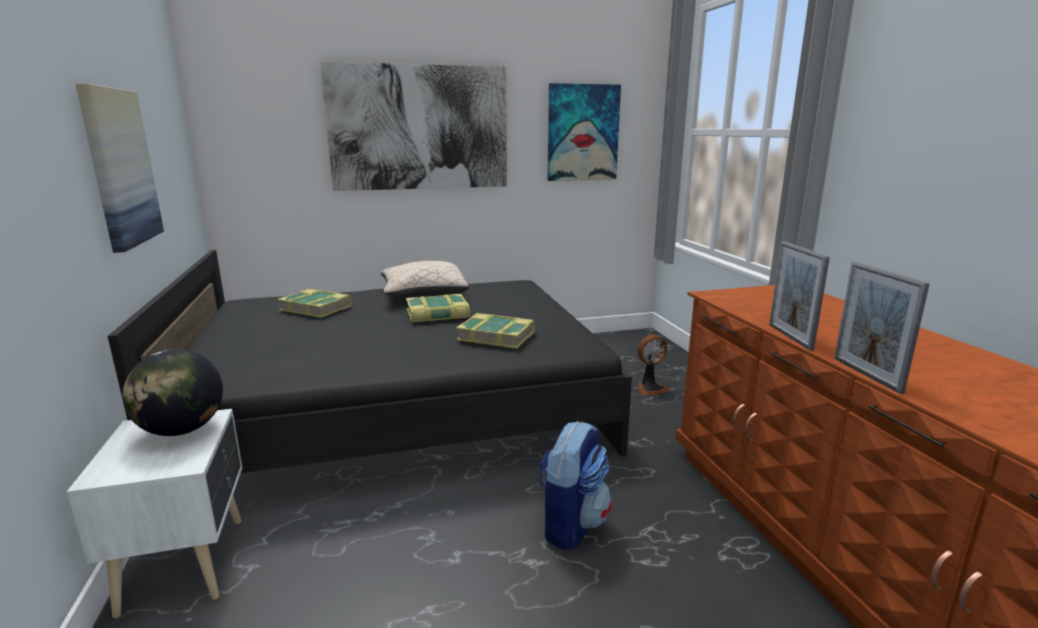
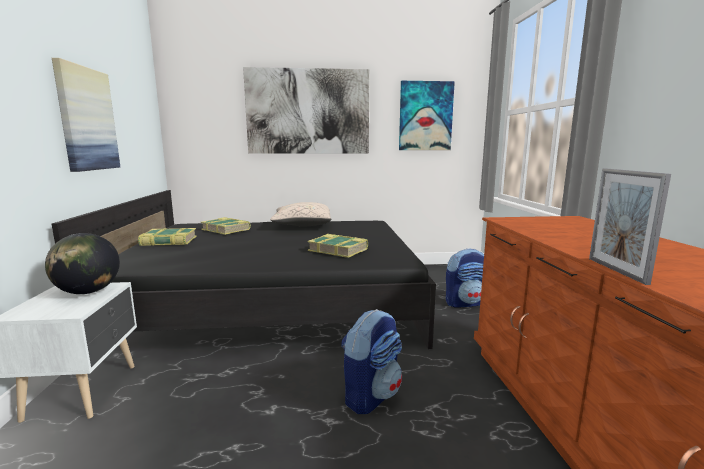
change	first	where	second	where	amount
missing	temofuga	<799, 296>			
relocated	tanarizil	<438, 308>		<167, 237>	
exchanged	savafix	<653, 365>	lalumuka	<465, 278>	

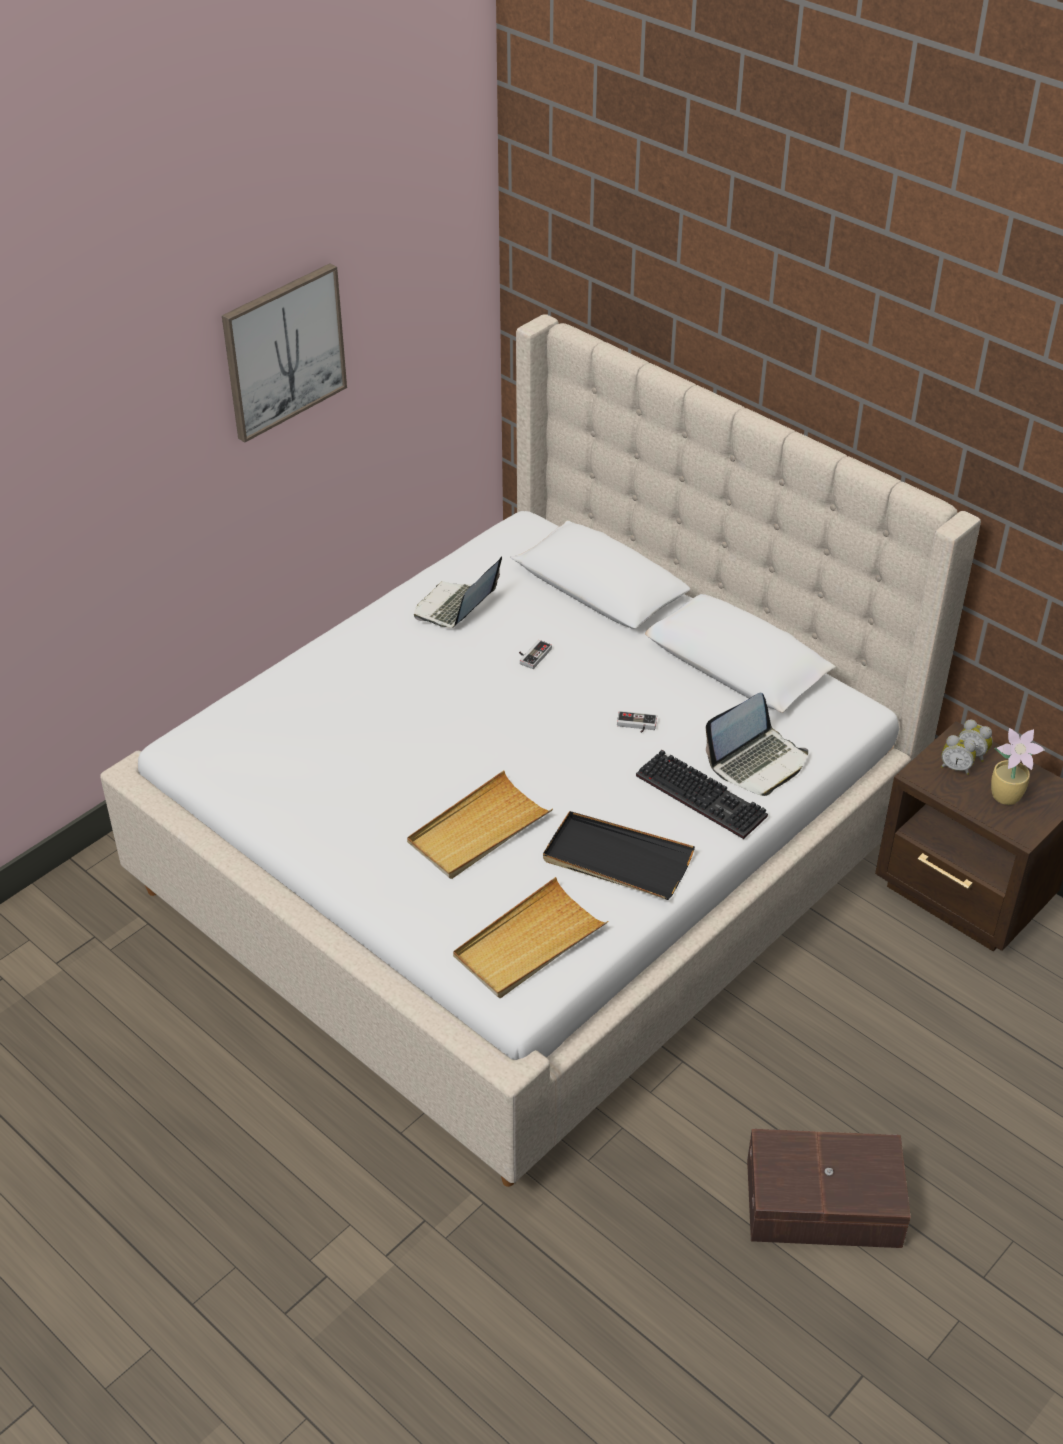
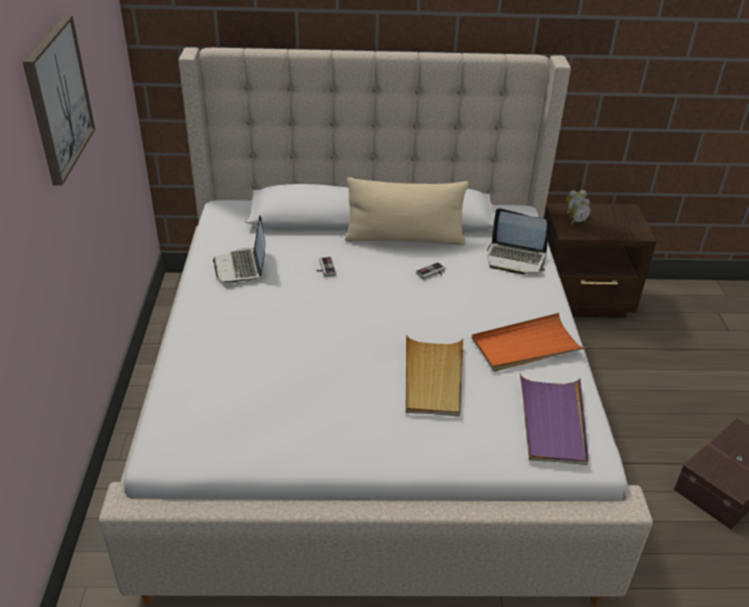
change	first	where	second	where	amount
missing	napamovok	<702, 794>			
missing	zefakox	<1017, 766>			
appeared			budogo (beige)	<407, 211>	
colour	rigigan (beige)	<530, 937>	rigigan (purple)	<554, 419>	
colour	rigigan (black)	<619, 855>	rigigan (orange)	<529, 342>	
spun	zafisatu	<757, 744>		<517, 241>	105 degrees clockwise

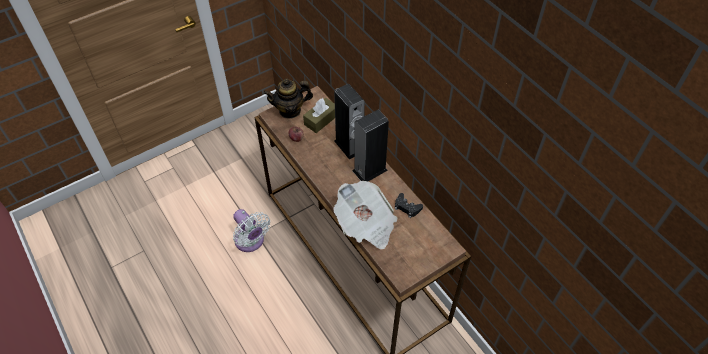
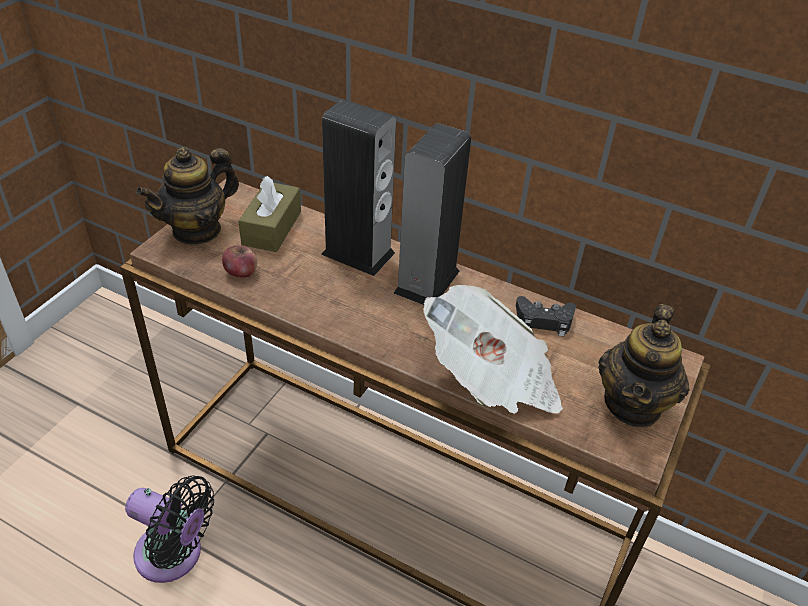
change	first	where	second	where	amount
appeared			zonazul	<643, 366>	
colour	savafix (white)	<251, 230>	savafix (black)	<169, 529>	

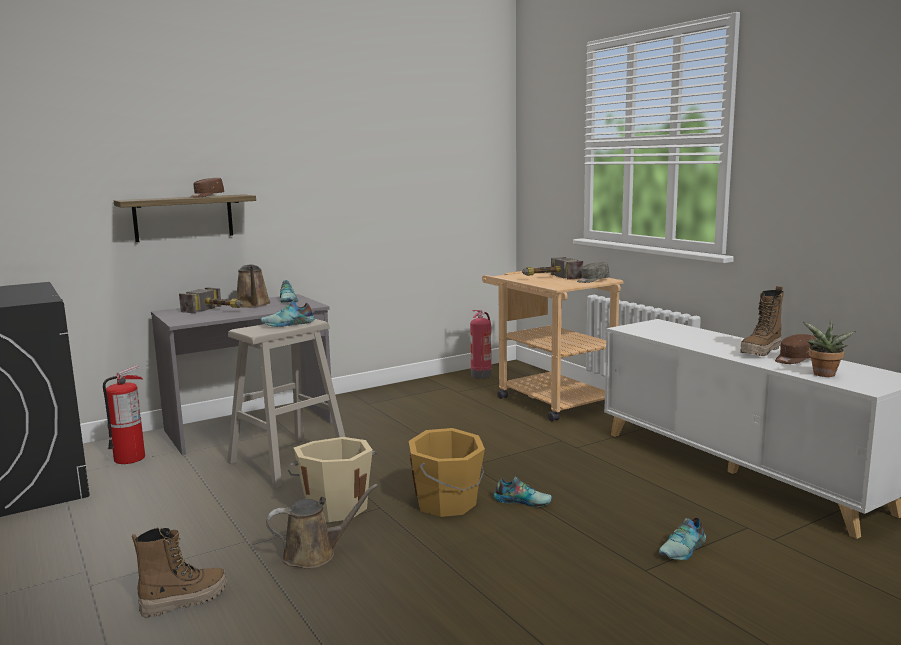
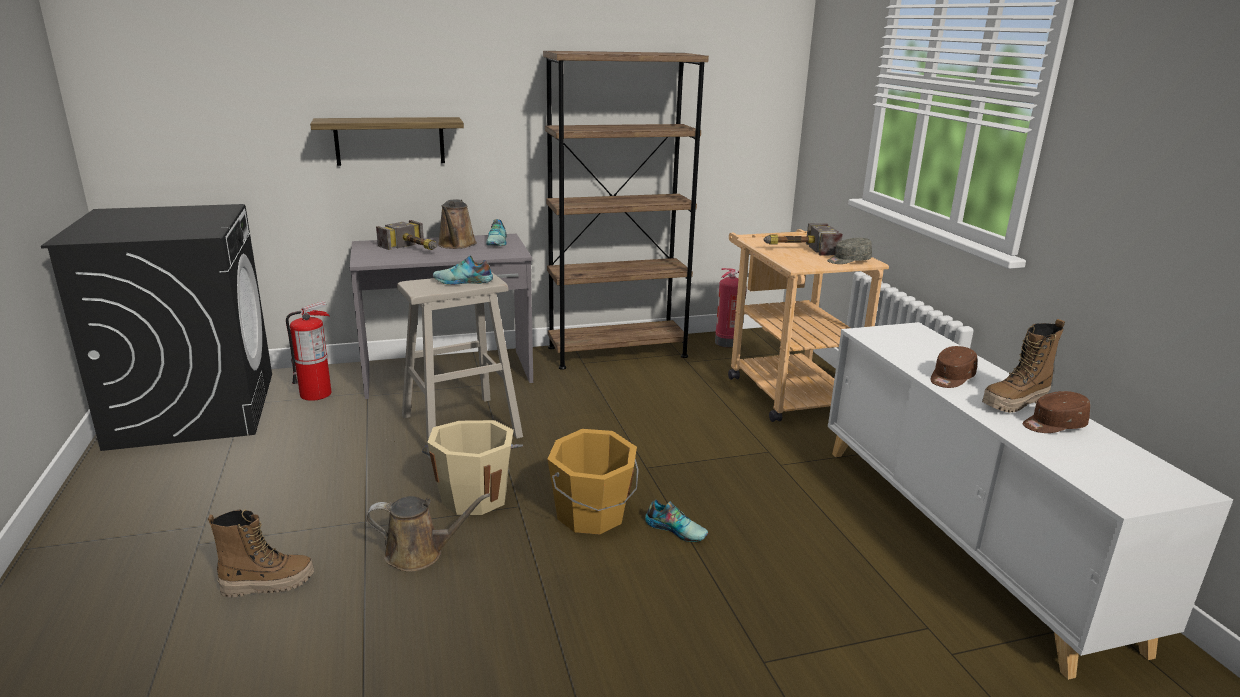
change	first	where	second	where	amount
missing	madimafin	<682, 539>			
missing	zefakox	<829, 348>			
appeared			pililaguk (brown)	<626, 210>	
relocated	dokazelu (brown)	<207, 187>		<954, 367>	

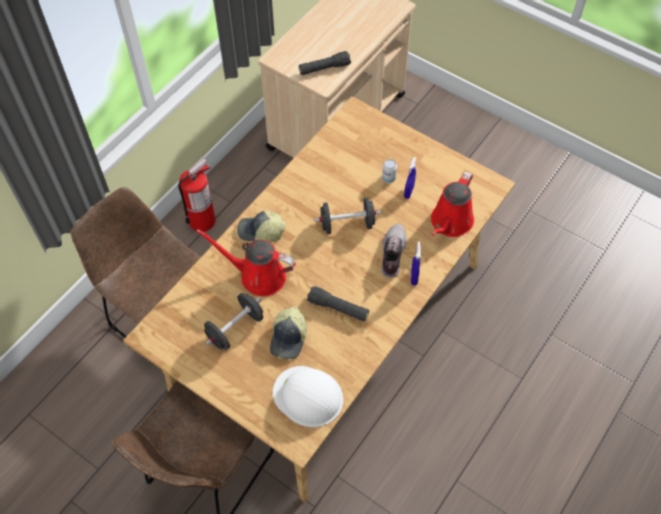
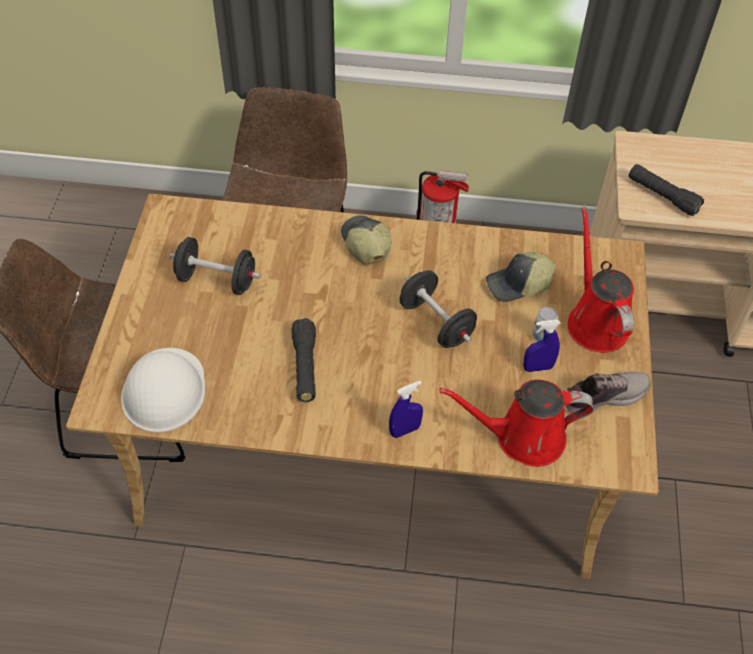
change	first	where	second	where	amount
relocated	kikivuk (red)	<246, 262>		<601, 280>	
relocated	dokazelu	<288, 333>		<521, 277>	
relocated	madimafin	<394, 251>		<608, 392>	

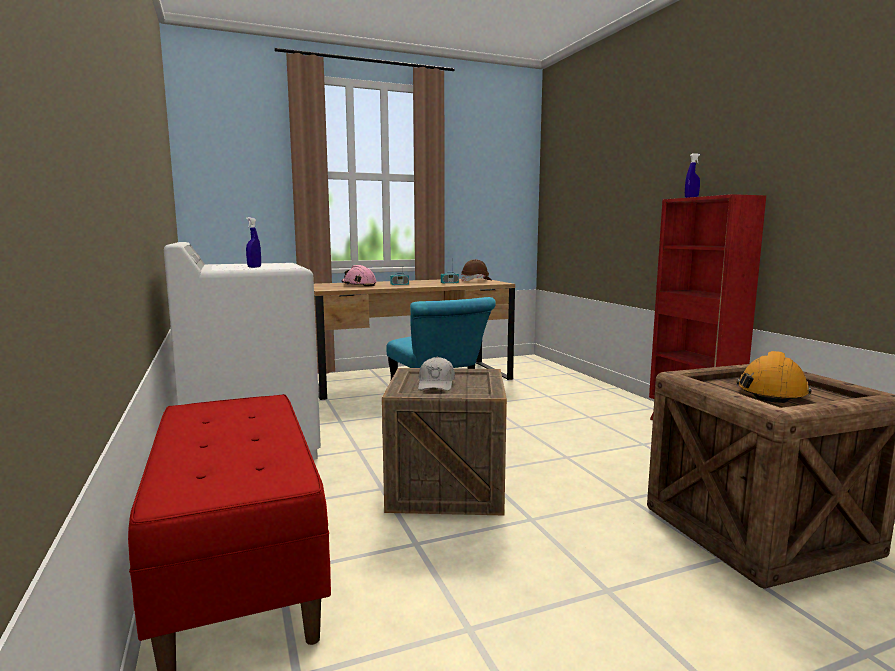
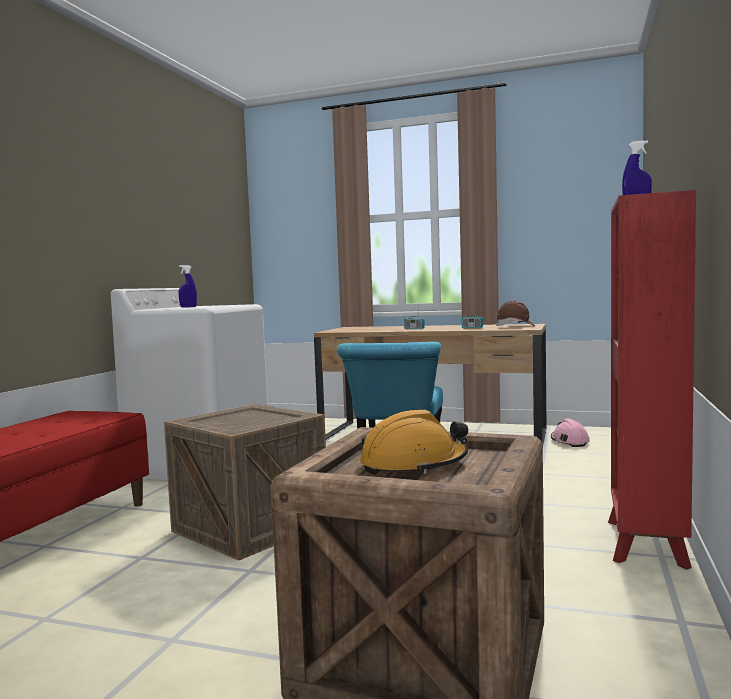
change	first	where	second	where	amount
missing	dokazelu (white)	<436, 374>			
relocated	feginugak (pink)	<359, 276>		<570, 432>	

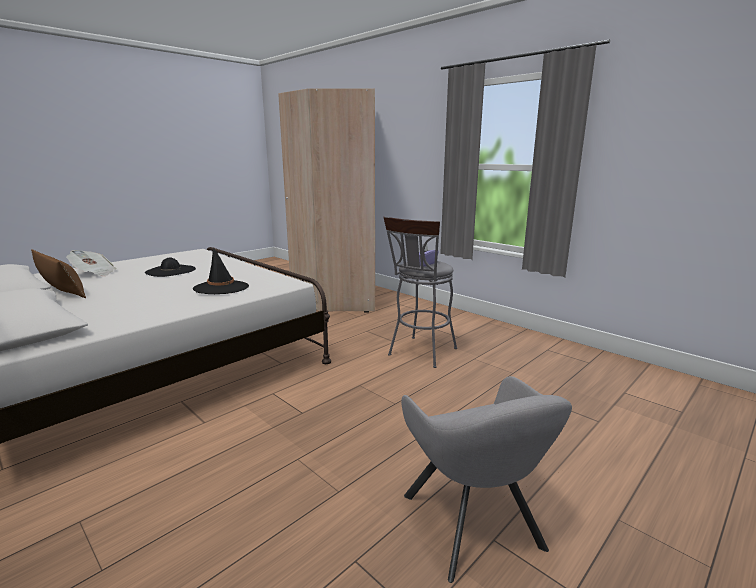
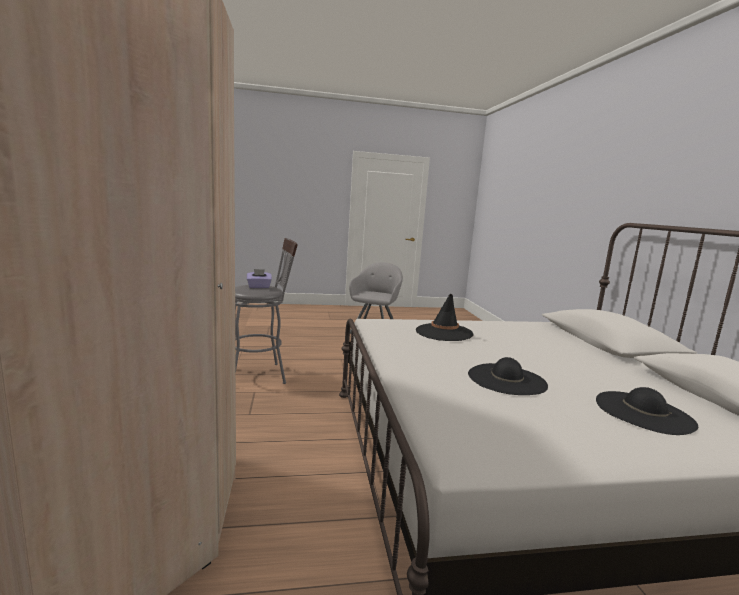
change	first	where	second	where	amount
missing	budogo (brown)	<58, 273>			
exchanged	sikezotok	<91, 263>	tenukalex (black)	<647, 411>	

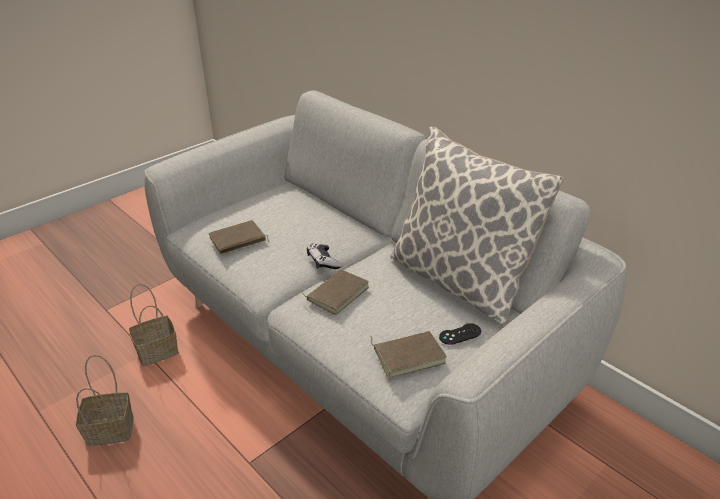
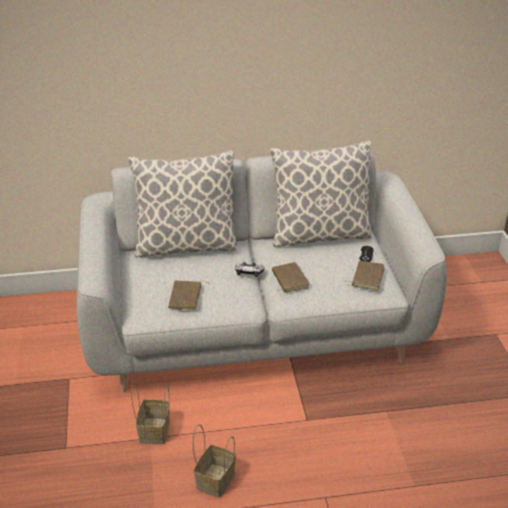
change	first	where	second	where	amount
appeared			budogo	<182, 203>	

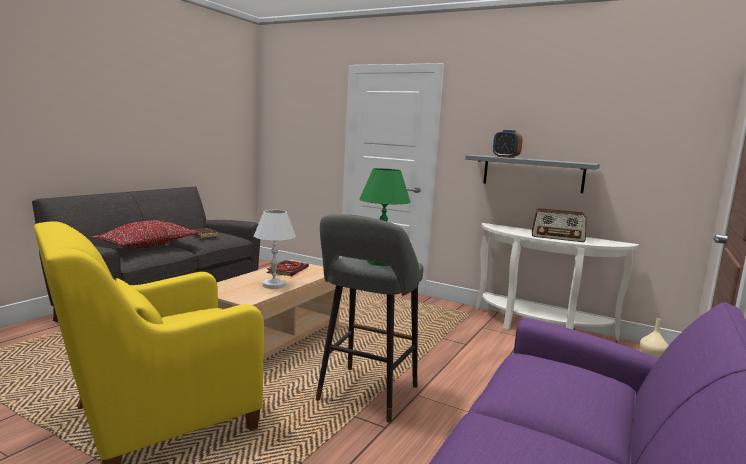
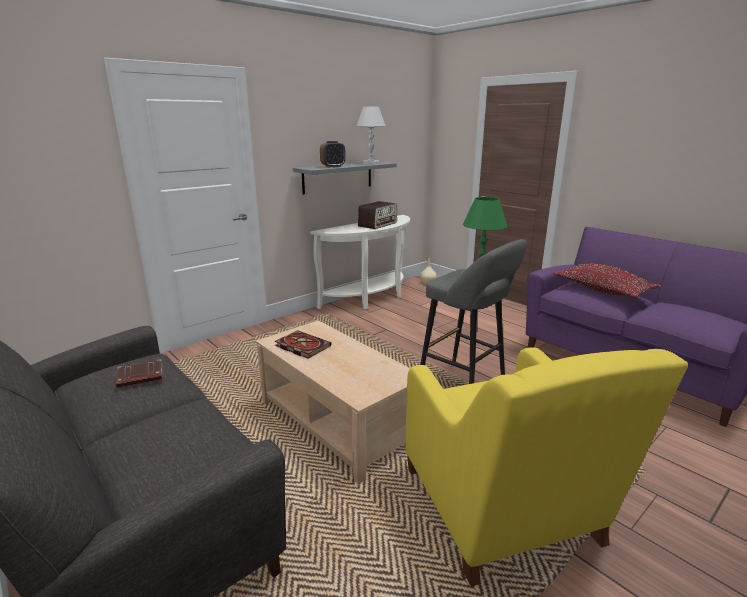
change	first	where	second	where	amount
relocated	budogo (red)	<145, 234>		<606, 280>	
relocated	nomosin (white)	<275, 249>		<371, 135>	

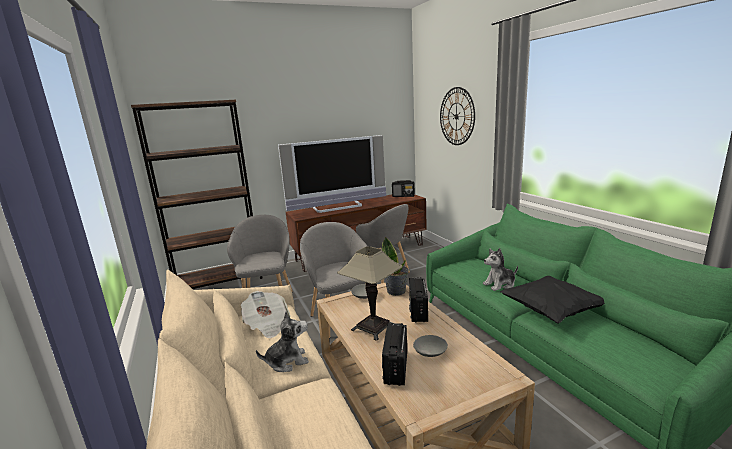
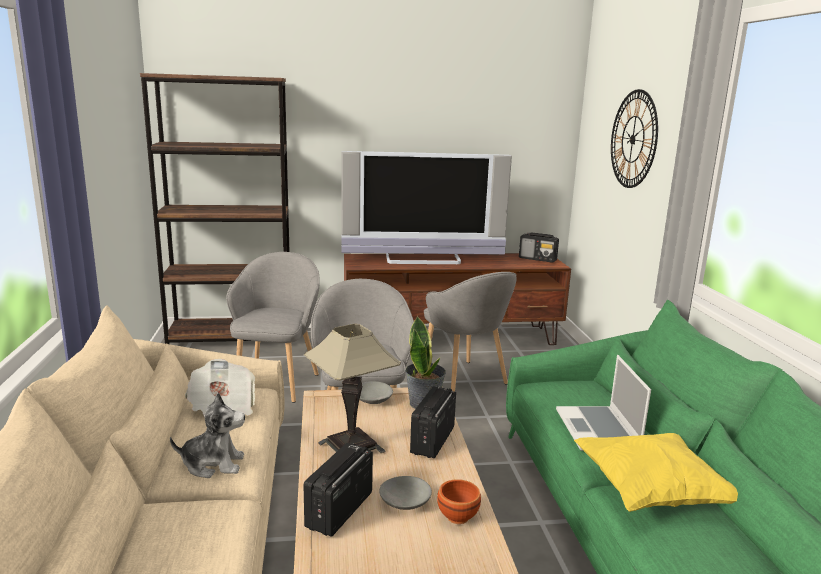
change	first	where	second	where	amount
appeared			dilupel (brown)	<459, 501>	
exchanged	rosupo	<500, 269>	zafisatu	<603, 403>	
colour	budogo (black)	<552, 300>	budogo (yellow)	<656, 472>	

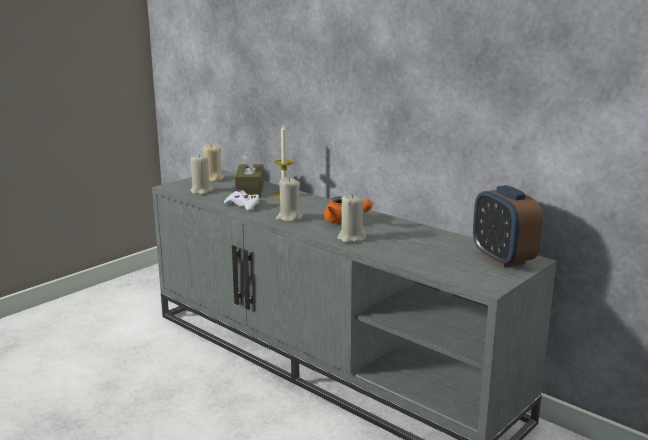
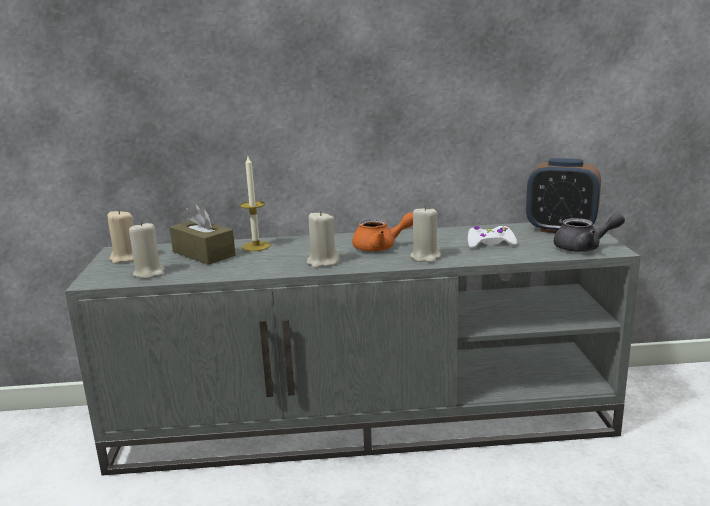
change	first	where	second	where	amount
appeared			zonazul (grey)	<589, 232>	
relocated	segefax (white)	<242, 200>		<492, 237>	

